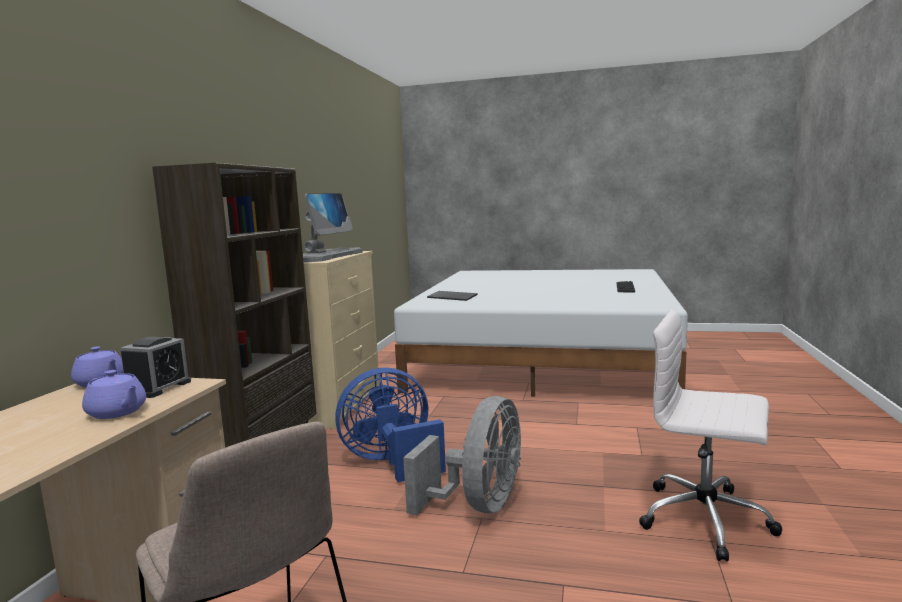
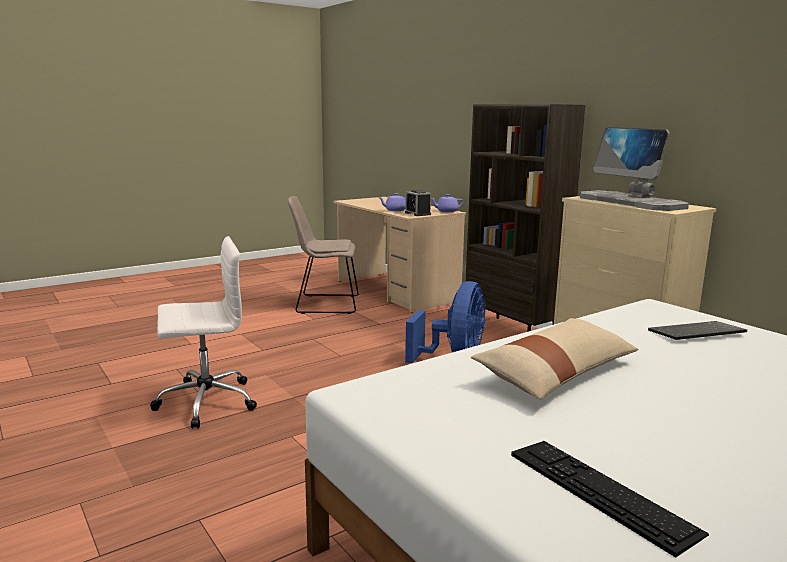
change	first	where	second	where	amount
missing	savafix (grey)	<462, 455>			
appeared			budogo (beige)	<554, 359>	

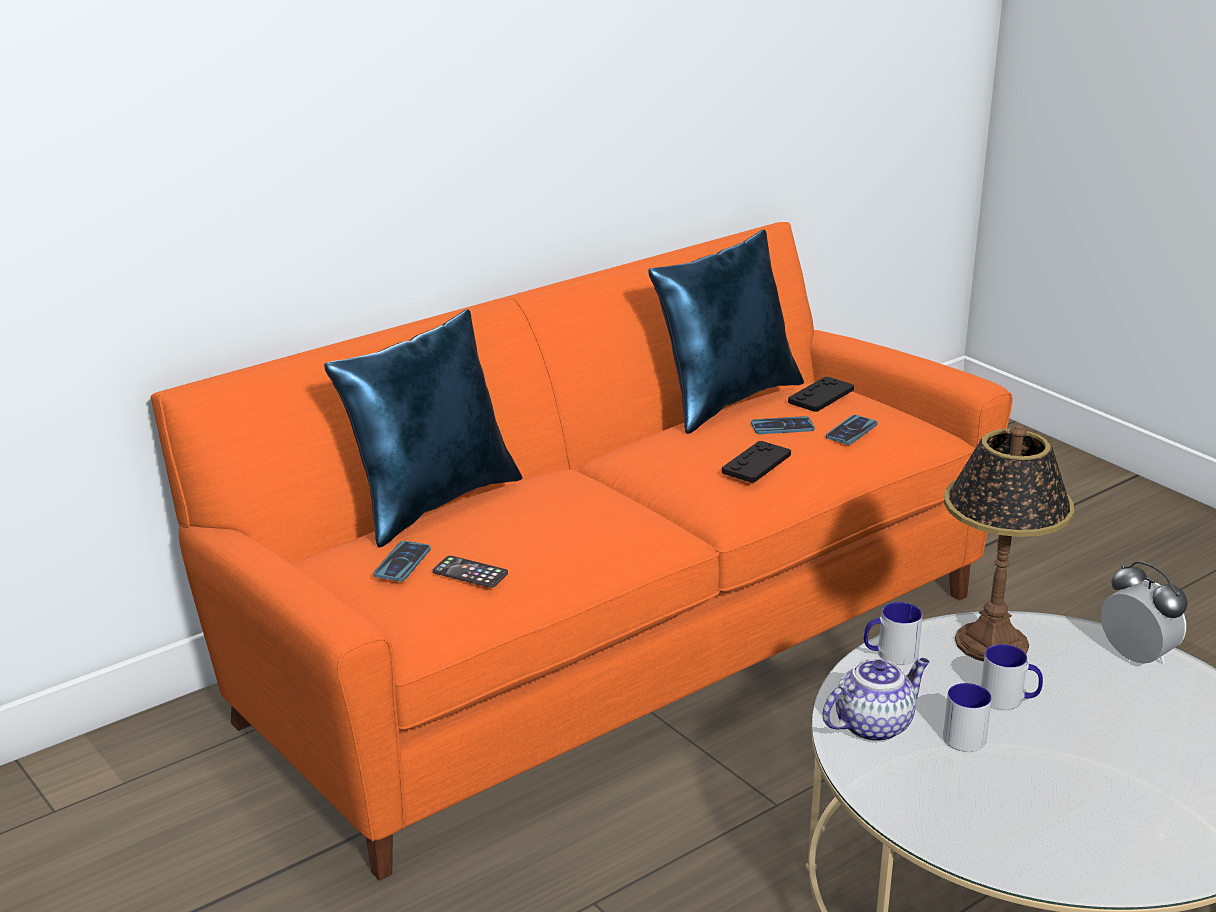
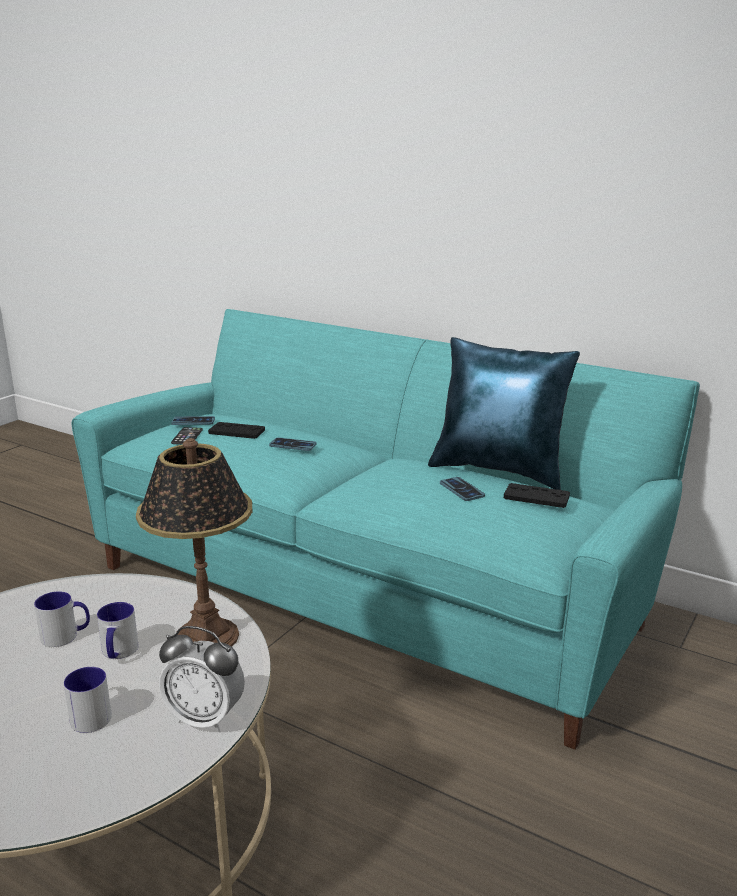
change	first	where	second	where	amount
missing	budogo (blue)	<423, 428>			
missing	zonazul	<876, 700>			
relocated	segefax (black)	<756, 462>		<236, 430>	
relocated	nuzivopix	<852, 430>		<293, 444>	
relocated	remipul	<893, 633>		<88, 700>	
colour	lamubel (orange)	<582, 551>	lamubel (turquoise)	<386, 529>	
spun	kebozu	<1144, 612>		<202, 679>	75 degrees clockwise

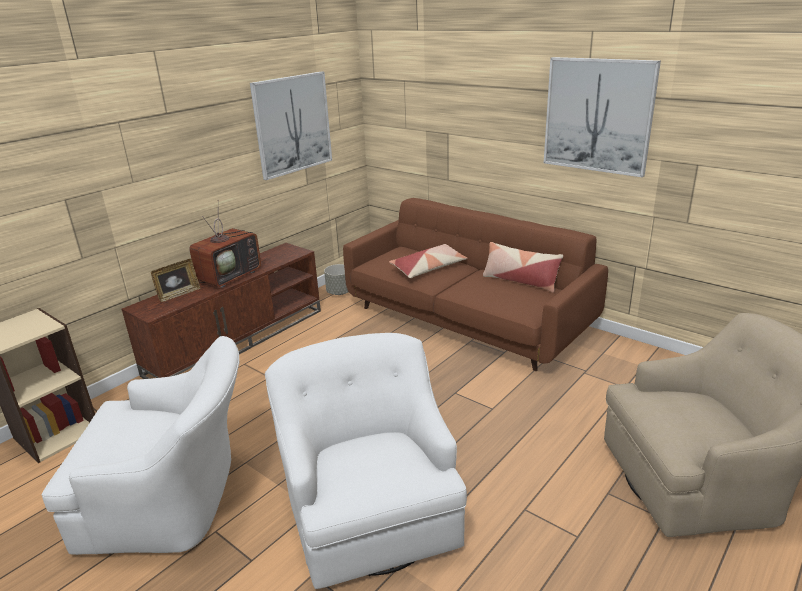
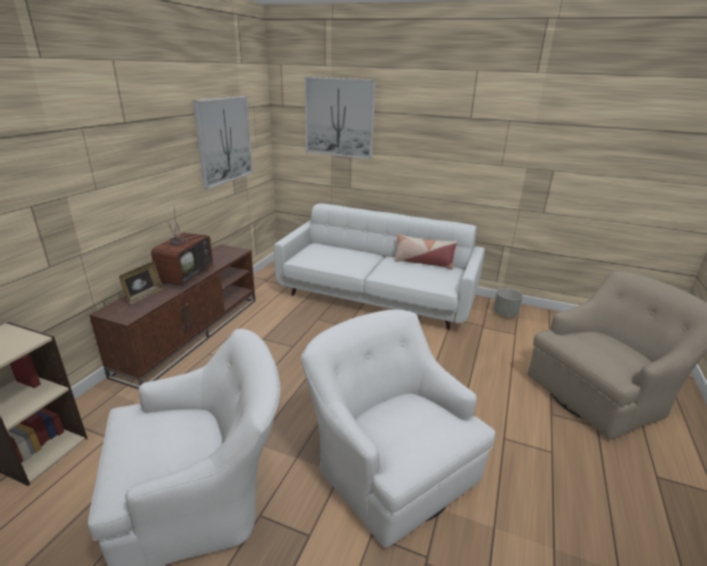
change	first	where	second	where	amount
missing	budogo	<428, 261>			
relocated	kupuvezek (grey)	<336, 279>		<508, 302>	
relocated	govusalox	<602, 117>		<340, 118>	
colour	lamubel (brown)	<475, 284>	lamubel (white)	<379, 266>	

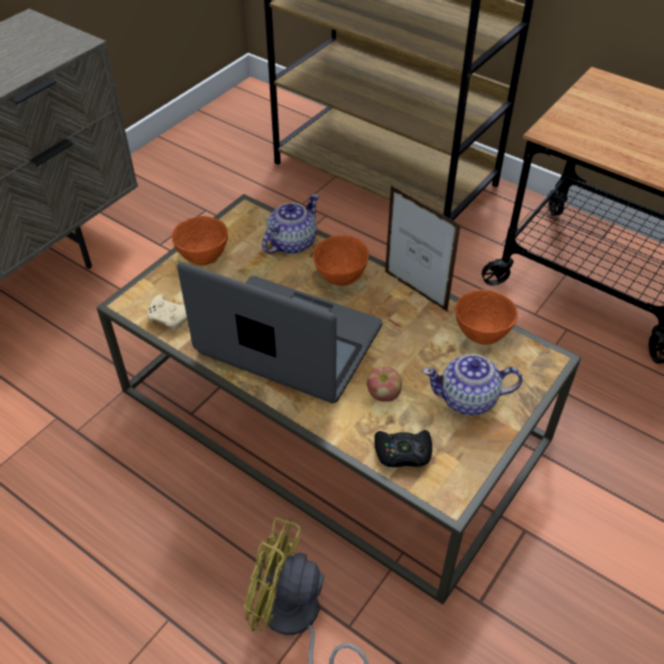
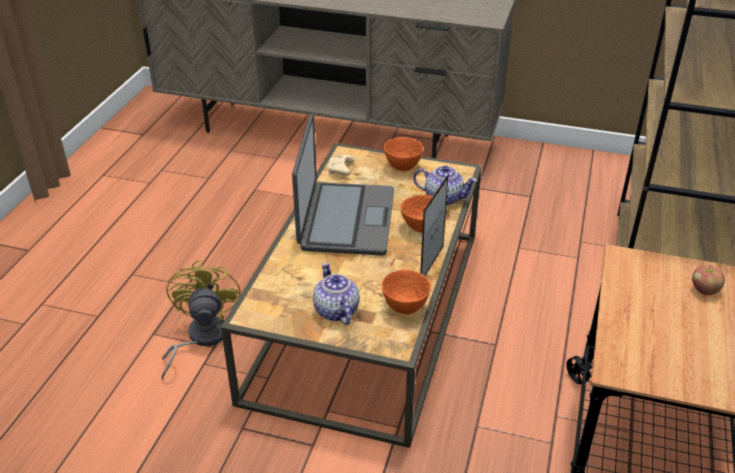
change	first	where	second	where	amount
missing	segefax (black)	<403, 448>			
relocated	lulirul	<384, 384>		<708, 280>	

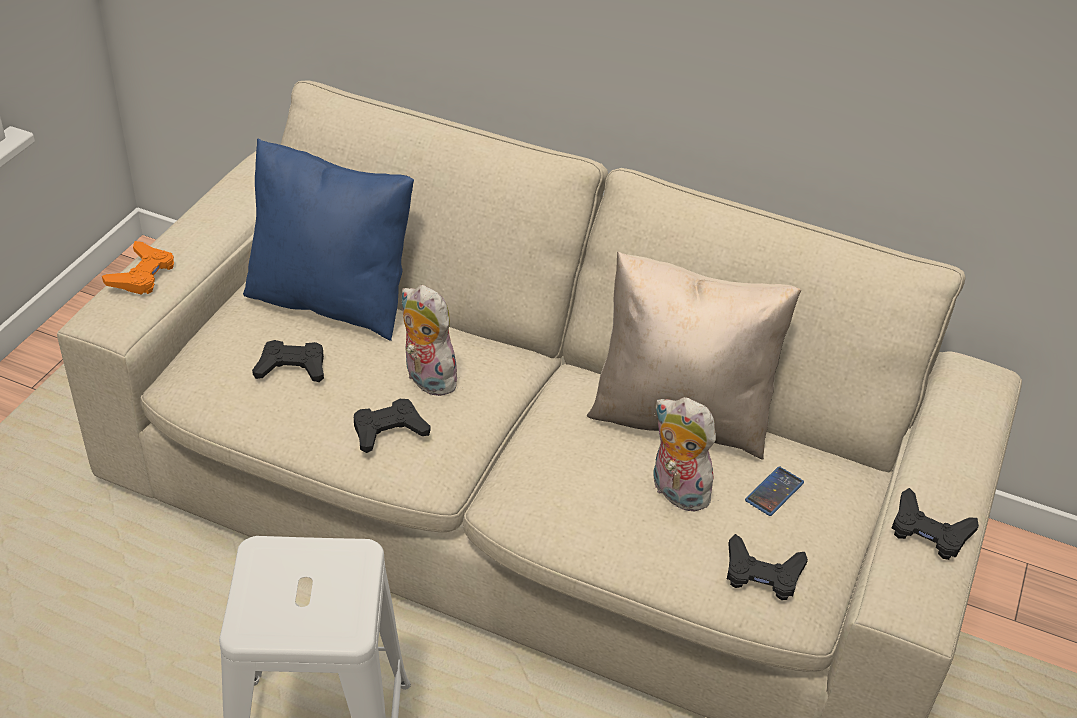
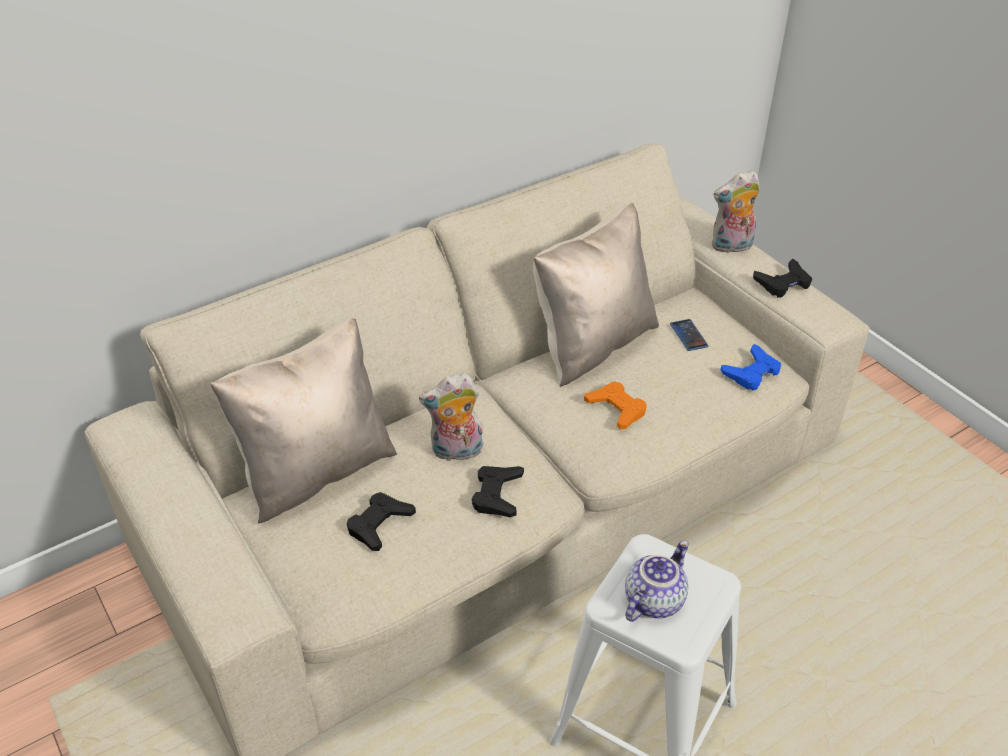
change	first	where	second	where	amount
appeared			zonazul	<657, 581>	
relocated	segefax (orange)	<138, 268>		<615, 405>	
relocated	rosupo	<684, 454>		<736, 212>	
colour	budogo (blue)	<328, 240>	budogo (beige)	<303, 421>	
colour	segefax (black)	<767, 567>	segefax (blue)	<751, 367>	

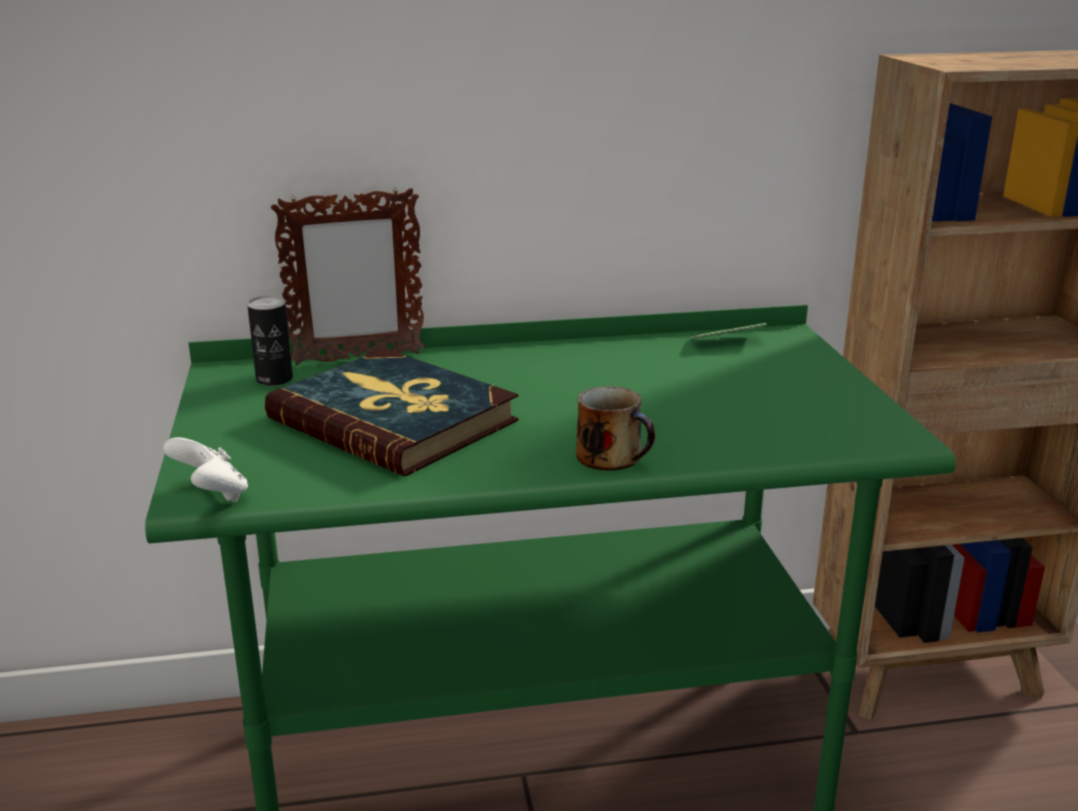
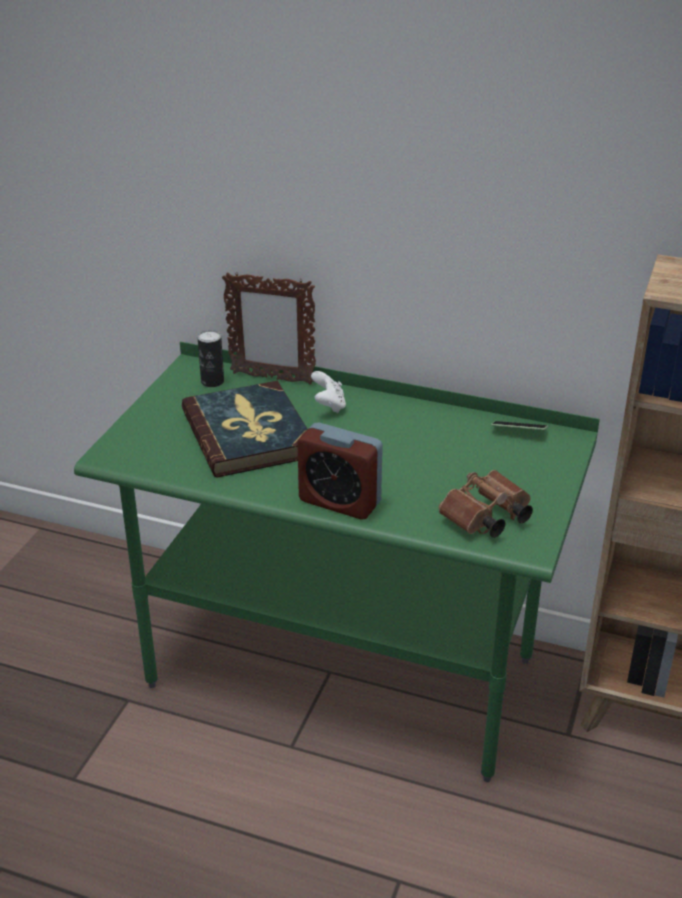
change	first	where	second	where	amount
appeared			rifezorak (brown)	<486, 504>	
relocated	segefax (white)	<205, 469>		<328, 392>	
exchanged	remipul	<615, 428>	kebozu	<340, 470>	

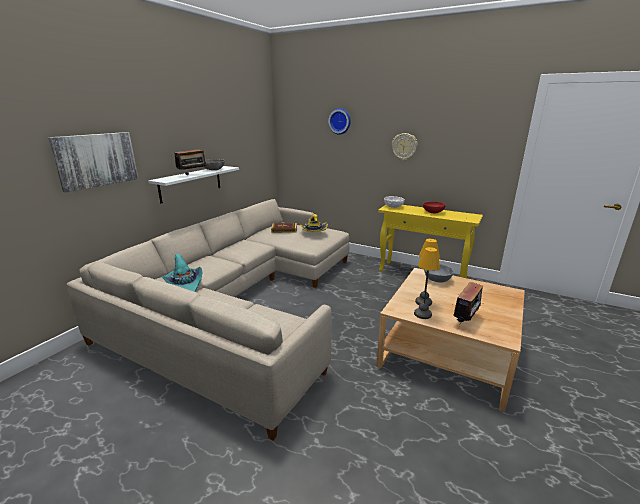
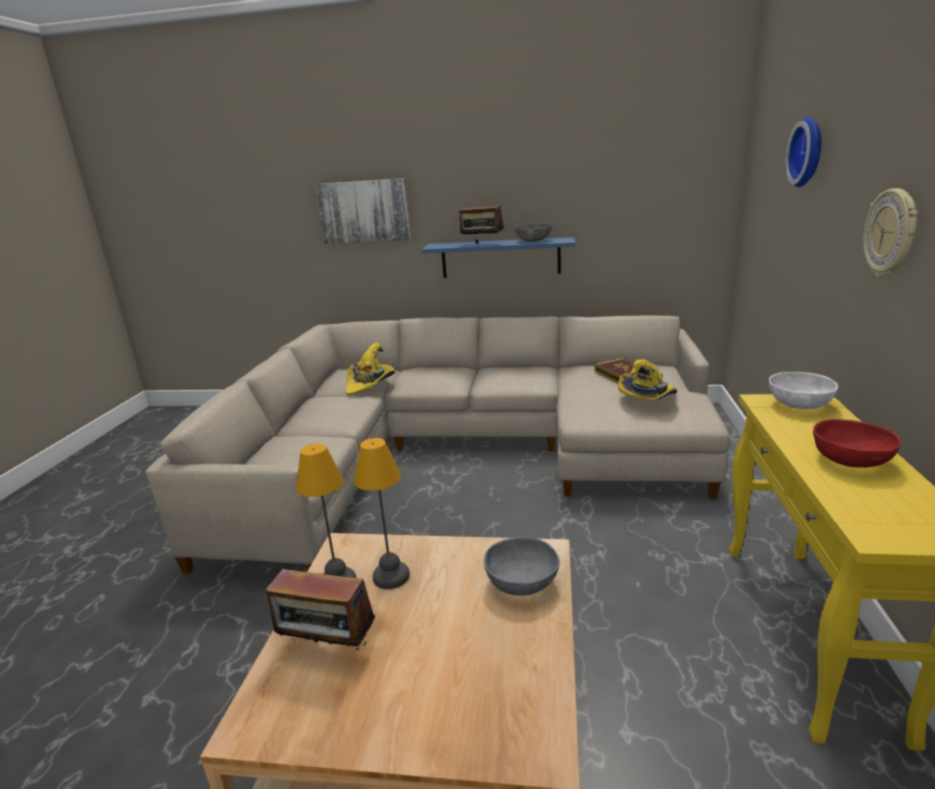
change	first	where	second	where	amount
colour	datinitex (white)	<193, 184>	datinitex (blue)	<498, 257>	
colour	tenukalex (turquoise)	<181, 273>	tenukalex (yellow)	<370, 369>	

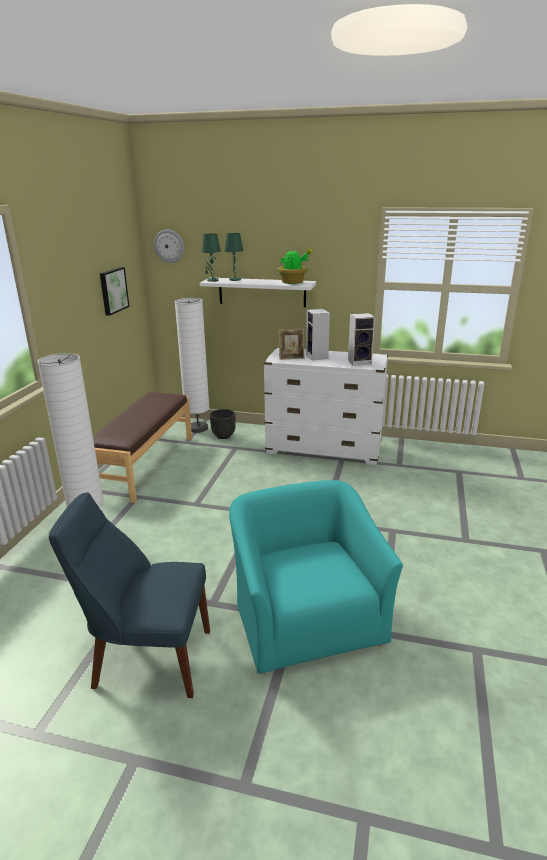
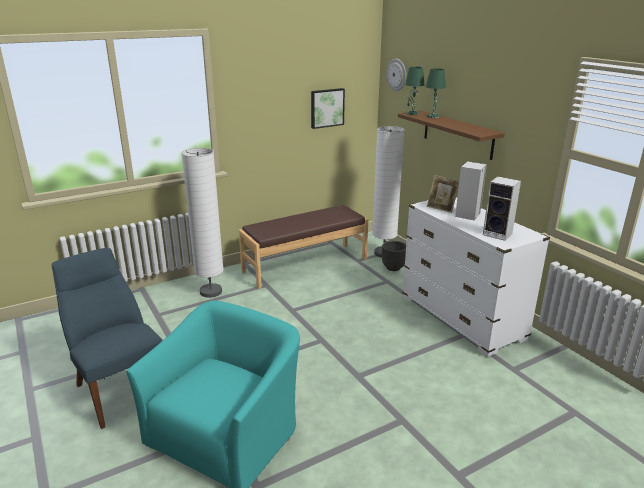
change	first	where	second	where	amount
missing	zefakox	<295, 266>			
colour	datinitex (white)	<258, 293>	datinitex (brown)	<451, 135>	

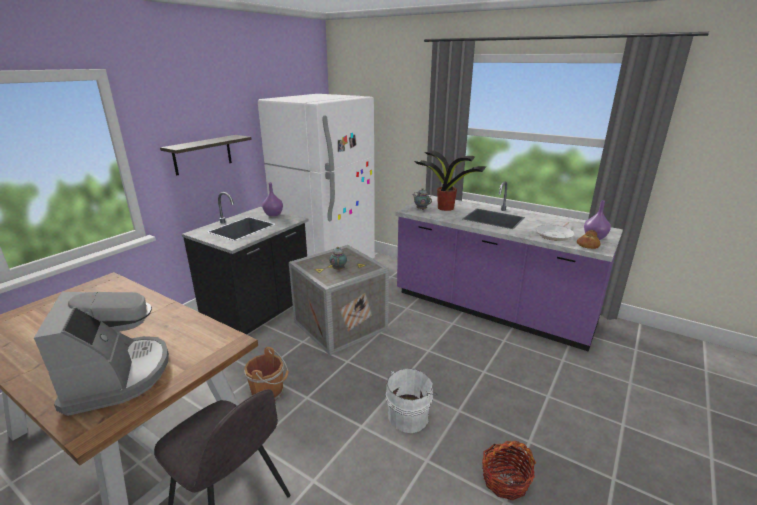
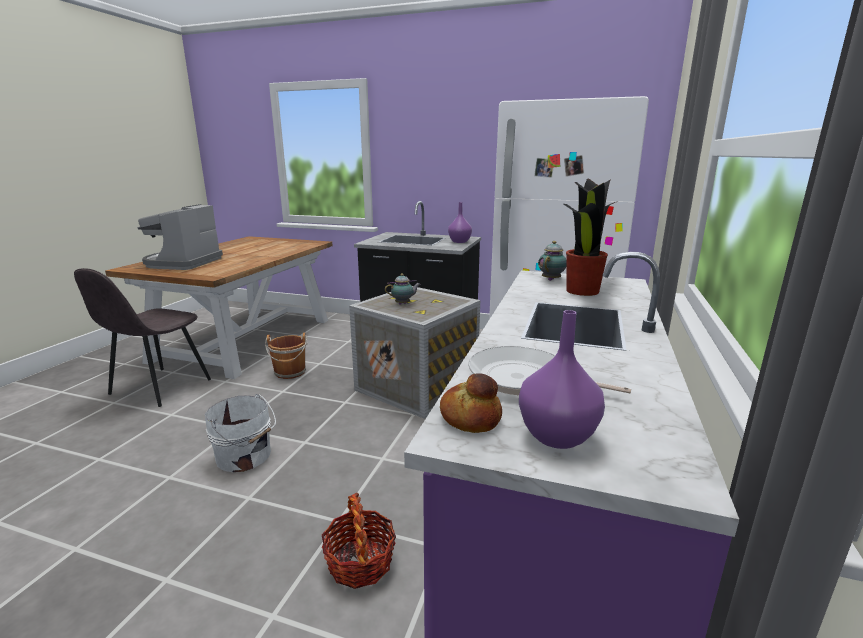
change	first	where	second	where	amount
missing	datinitex	<206, 155>			
relocated	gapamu	<509, 470>		<359, 541>	
spun	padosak	<101, 354>		<180, 237>	135 degrees clockwise

